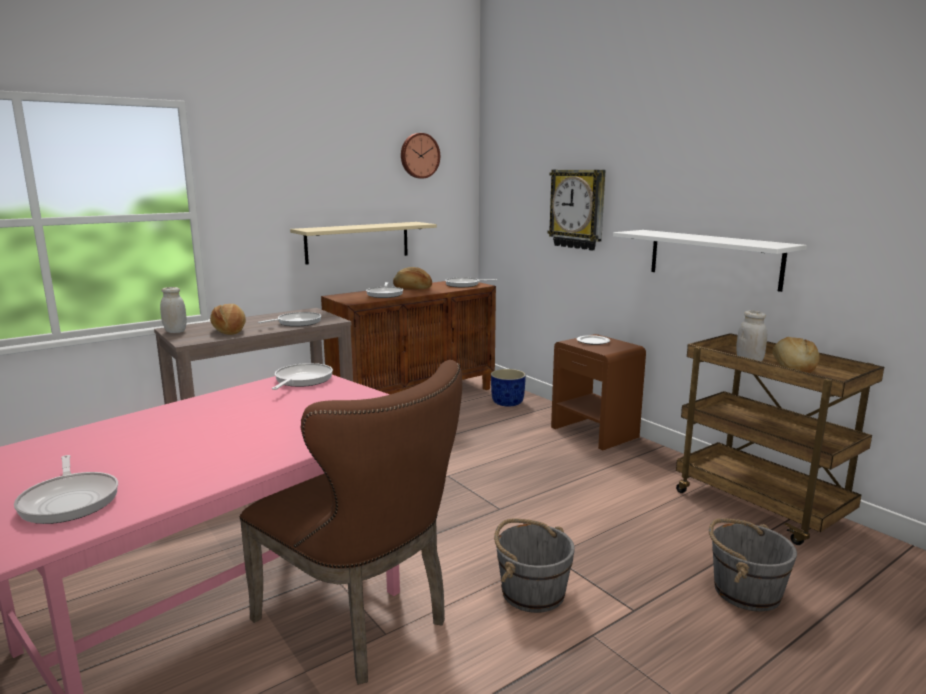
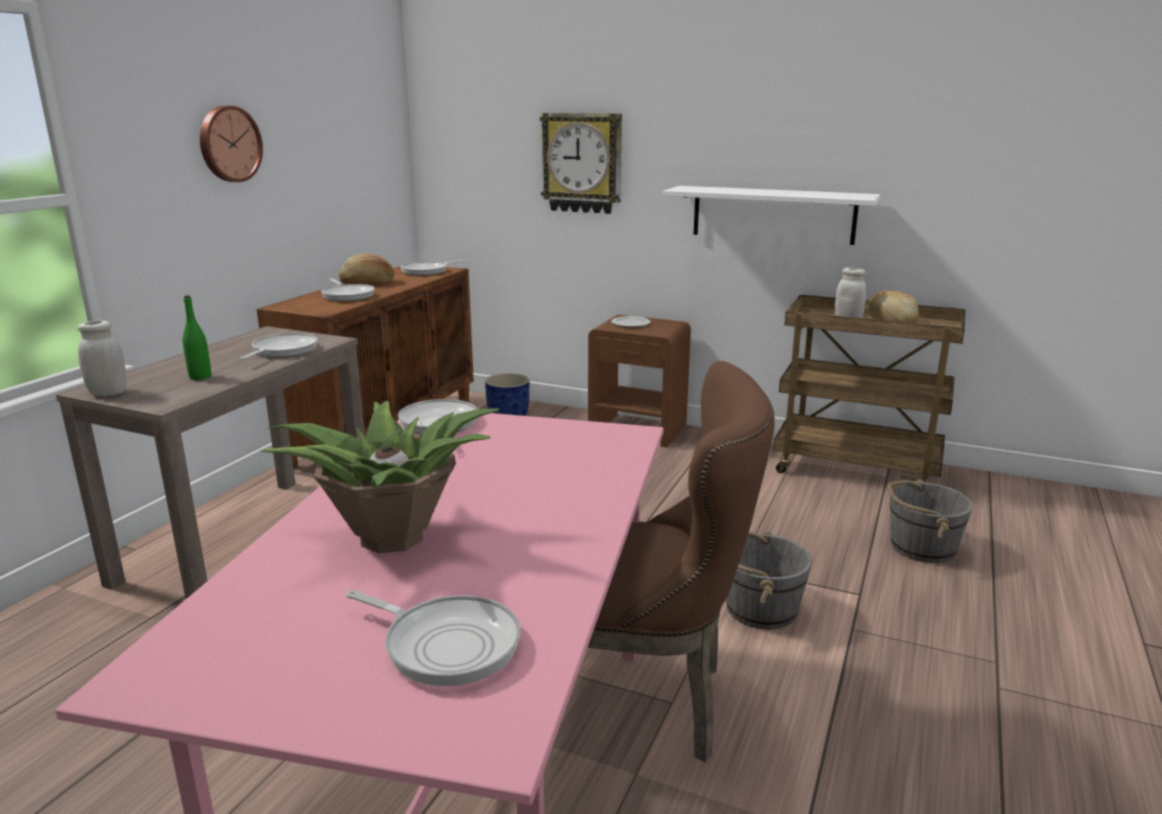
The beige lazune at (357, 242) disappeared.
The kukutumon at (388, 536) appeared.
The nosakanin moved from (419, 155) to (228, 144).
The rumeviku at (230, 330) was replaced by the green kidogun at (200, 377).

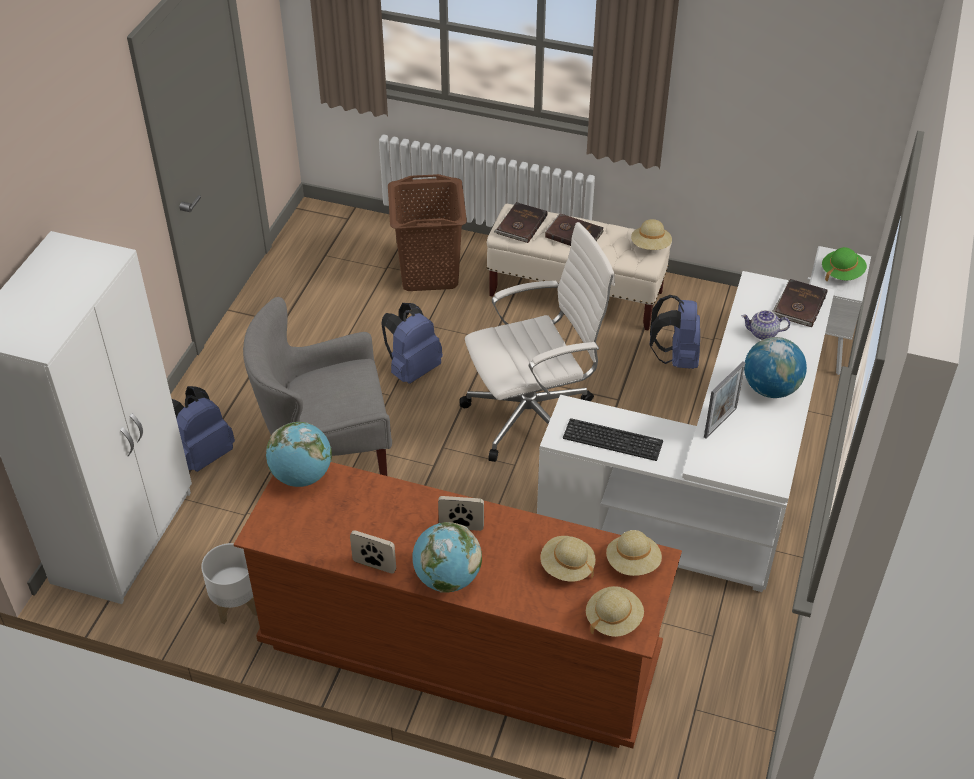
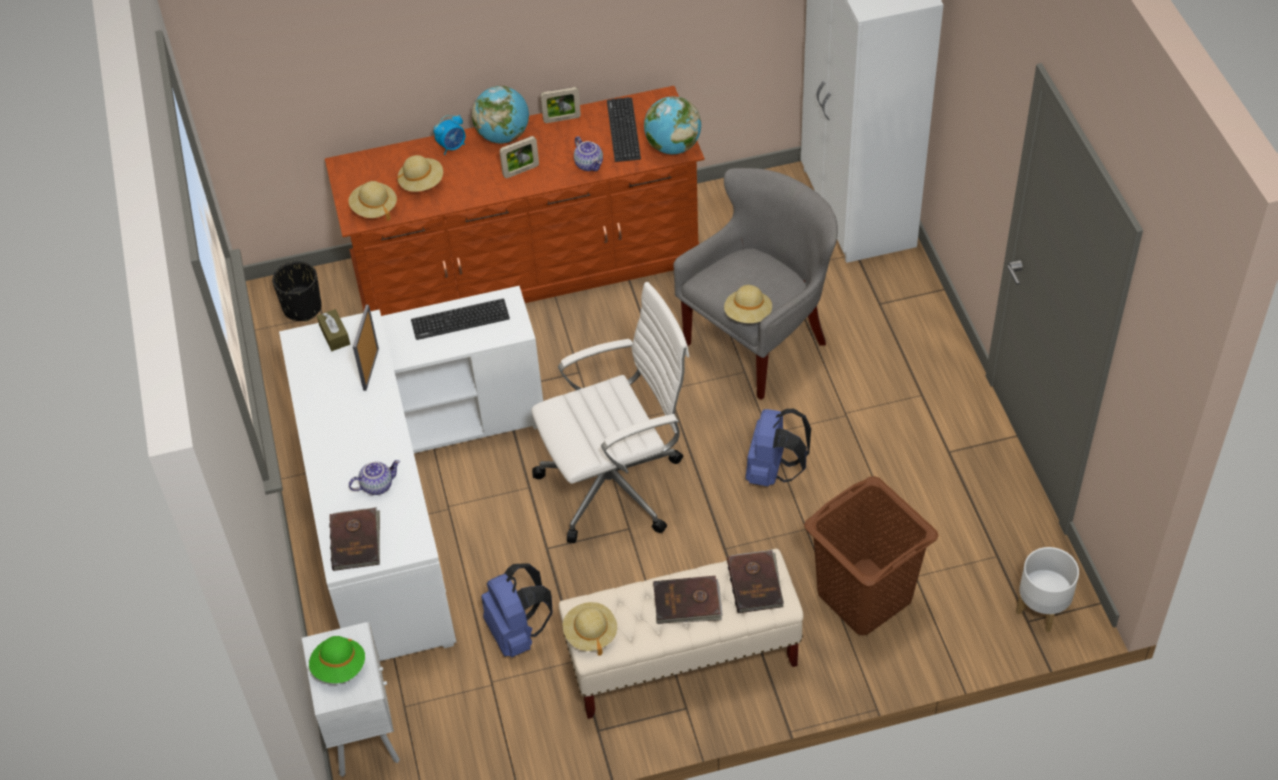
The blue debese at (203, 454) disappeared.
The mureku at (770, 388) disappeared.
The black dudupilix at (302, 308) appeared.
The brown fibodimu at (334, 335) appeared.
The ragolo at (452, 147) appeared.
The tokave at (589, 164) appeared.
The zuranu at (623, 130) appeared.
The white dudupilix moved from (236, 605) to (1042, 609).
The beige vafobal moved from (613, 619) to (748, 314).
The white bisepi at (533, 416) turned 150 degrees counterclockwise.

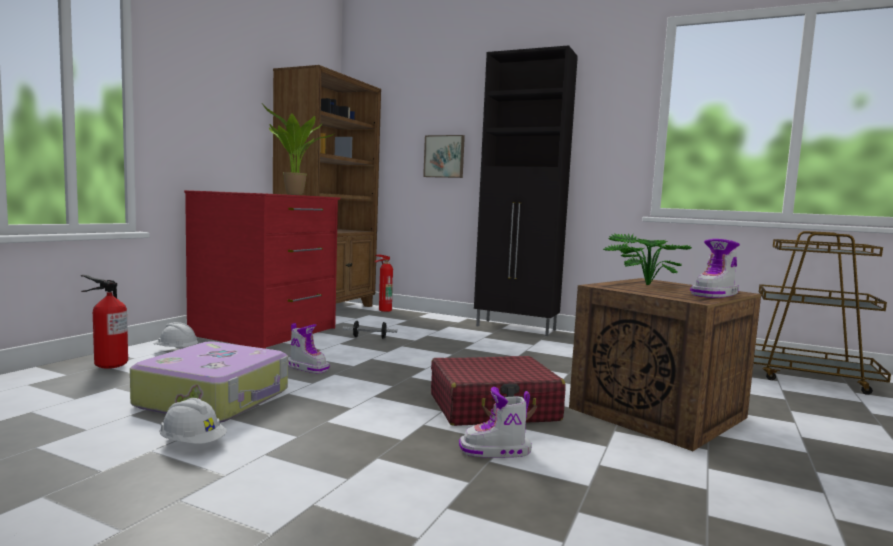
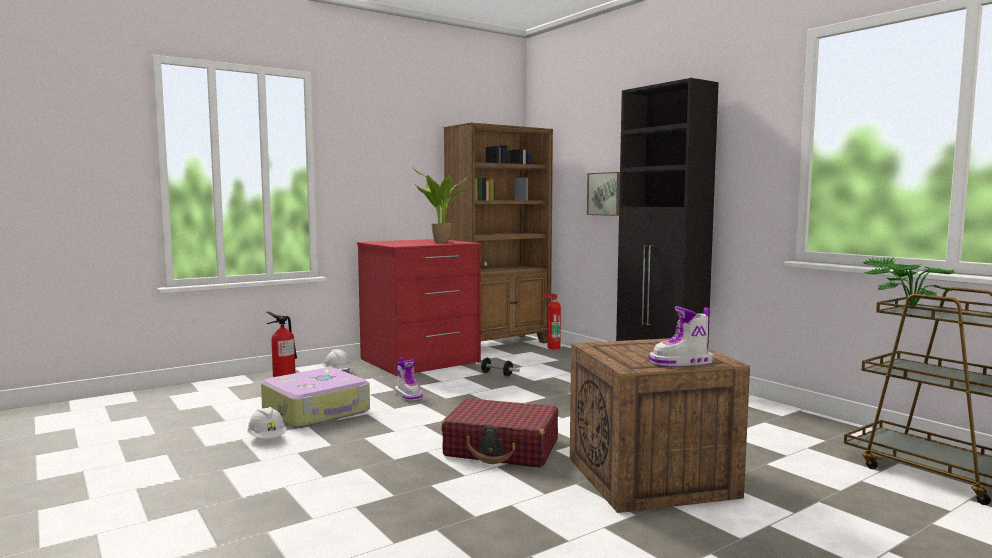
The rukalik at (495, 451) disappeared.
The kukutumon moved from (642, 285) to (905, 308).

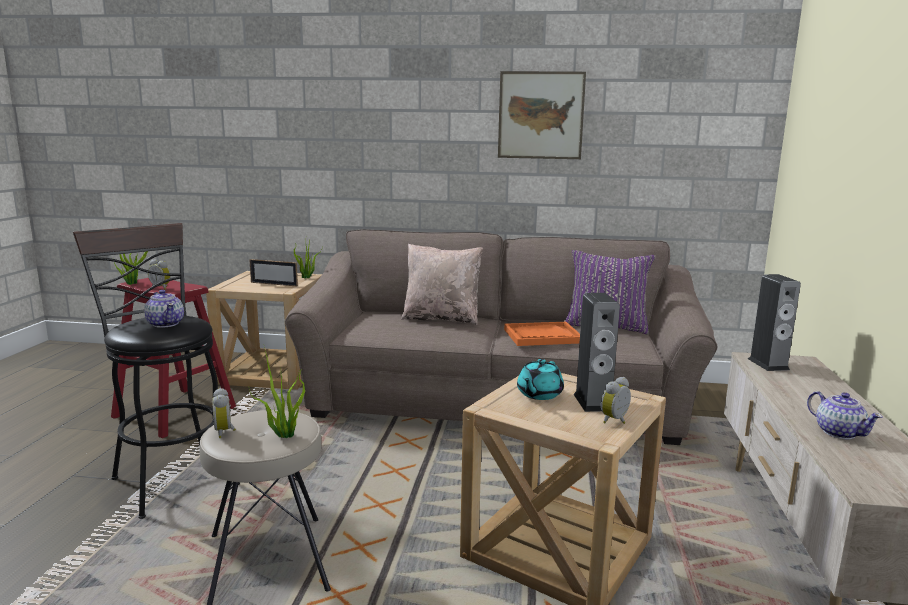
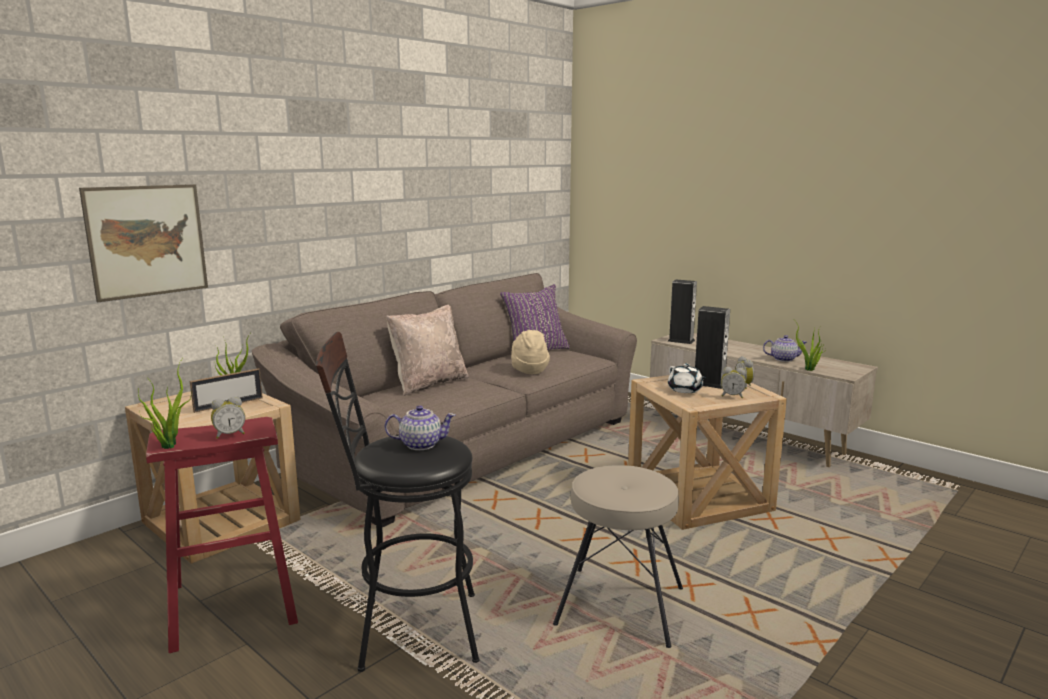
The ragolo moved from (225, 431) to (732, 396).
The kukutumon moved from (283, 435) to (809, 370).
The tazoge moved from (541, 115) to (147, 241).
The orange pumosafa at (542, 336) was replaced by the beige vafobal at (529, 370).
The turquoise tokave at (539, 394) became the white tokave at (685, 390).

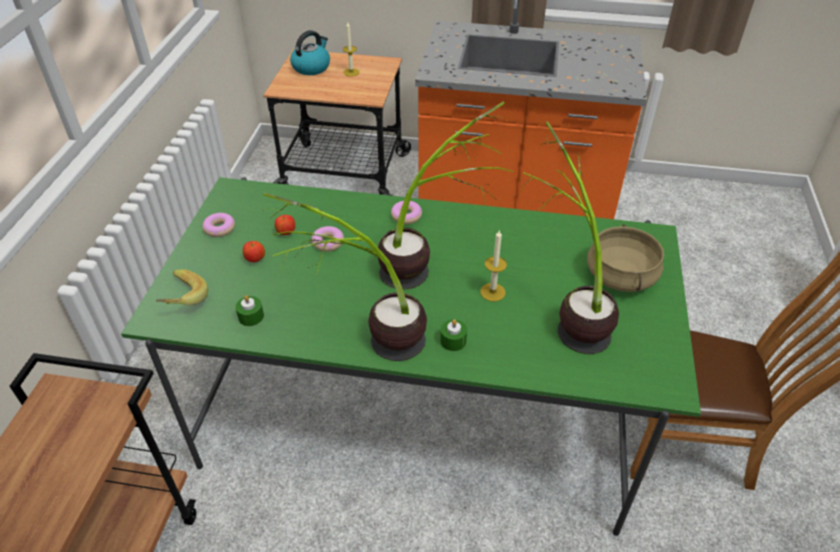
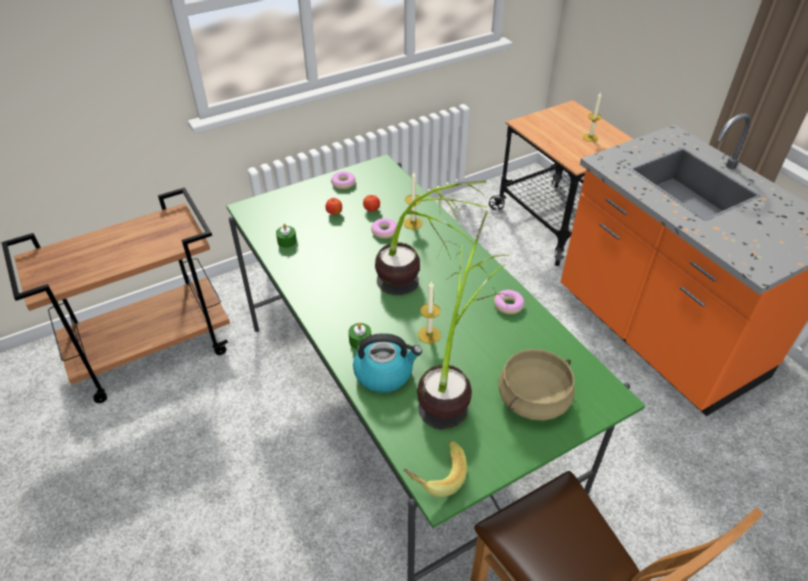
The kukutumon at (364, 340) disappeared.
The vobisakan at (413, 223) appeared.
The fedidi moved from (181, 300) to (434, 475).
The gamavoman moved from (311, 67) to (384, 373).
The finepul moved from (406, 216) to (508, 305).

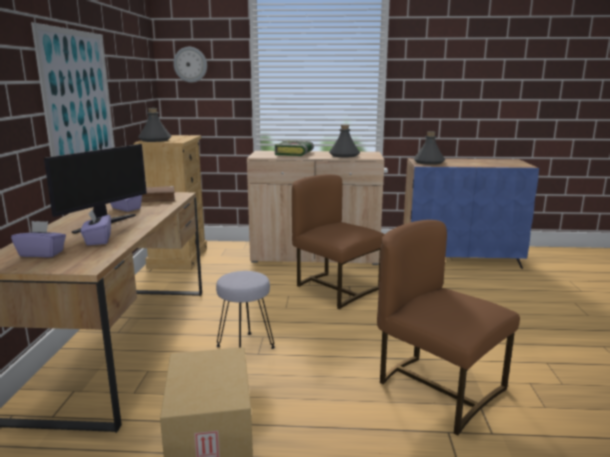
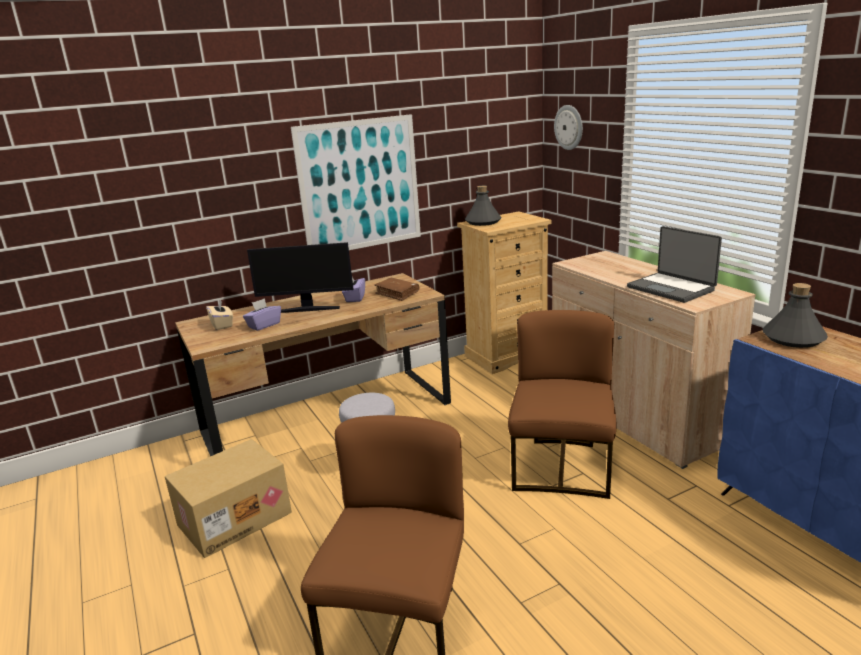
The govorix at (294, 154) disappeared.
The grey kidogun at (344, 155) was replaced by the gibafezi at (671, 288).
The purple fibodimu at (42, 253) became the beige fibodimu at (222, 325).

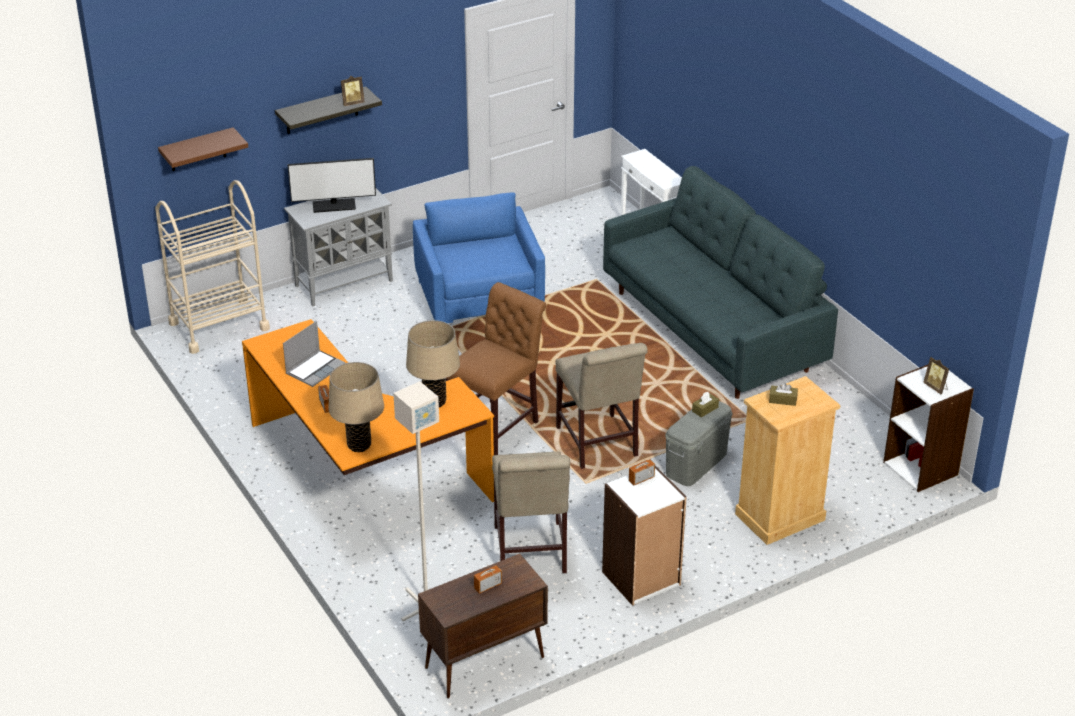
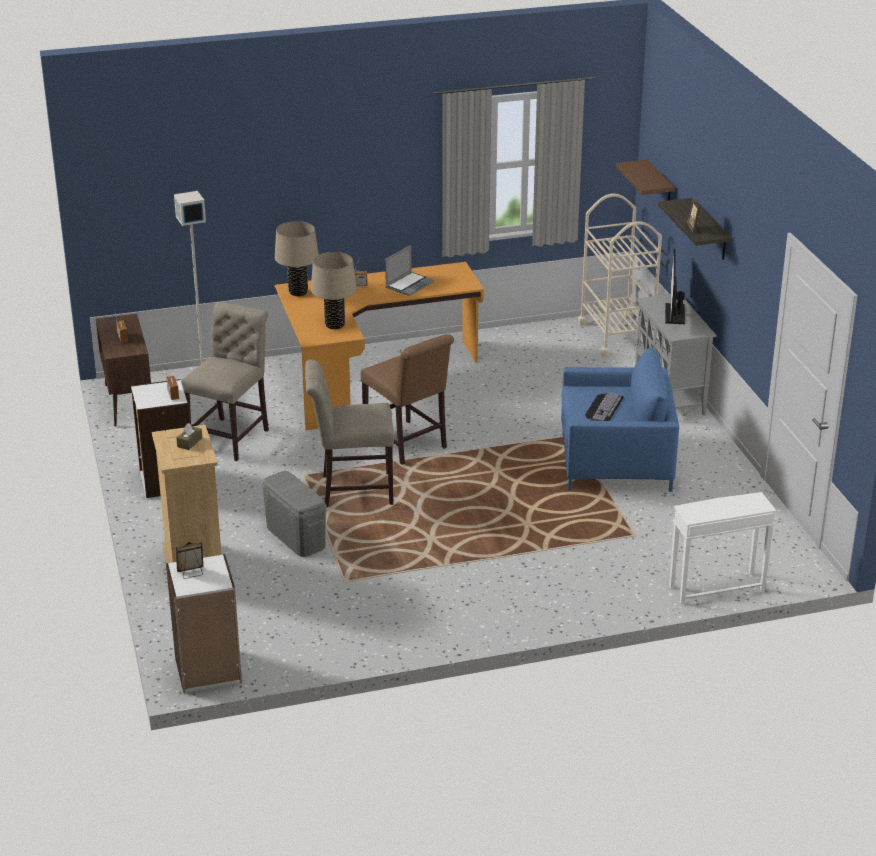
The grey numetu at (712, 330) disappeared.
The brown fibodimu at (705, 409) disappeared.
The zuranu at (603, 407) appeared.
The gibafezi at (315, 369) turned 105 degrees counterclockwise.
The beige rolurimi at (530, 553) turned 105 degrees clockwise.

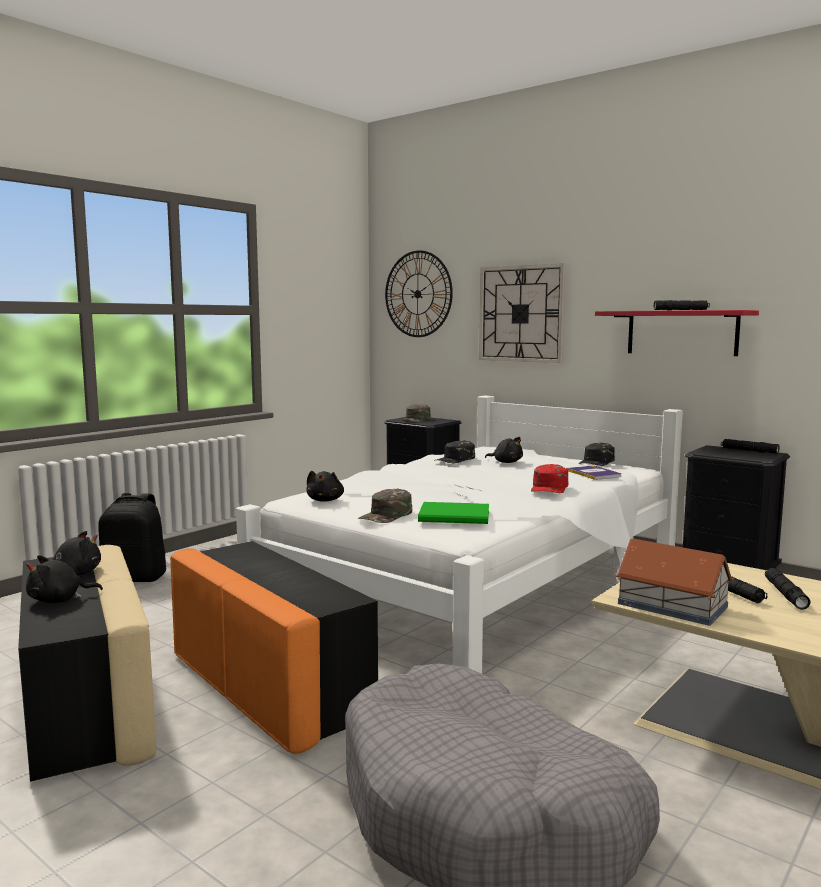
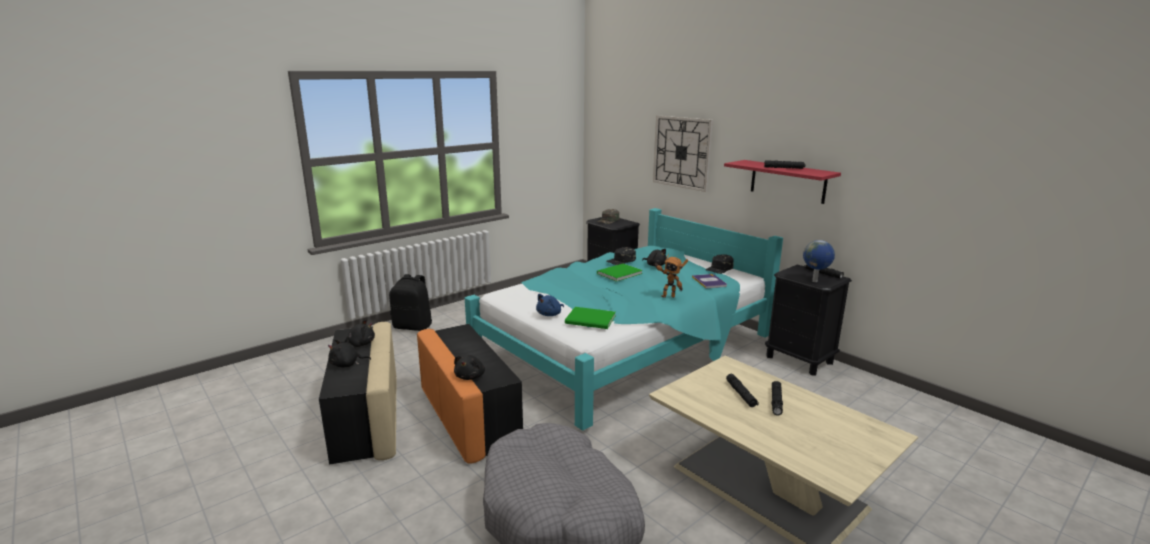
The nosakanin at (418, 294) disappeared.
The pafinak at (671, 605) disappeared.
The green govorix at (618, 273) appeared.
The mureku at (815, 281) appeared.
The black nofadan moved from (325, 500) to (470, 376).
The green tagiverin at (386, 515) was replaced by the blue nofadan at (550, 314).
The red tagiverin at (549, 488) was replaced by the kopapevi at (668, 296).
The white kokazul at (475, 582) became the turquoise kokazul at (623, 347).

